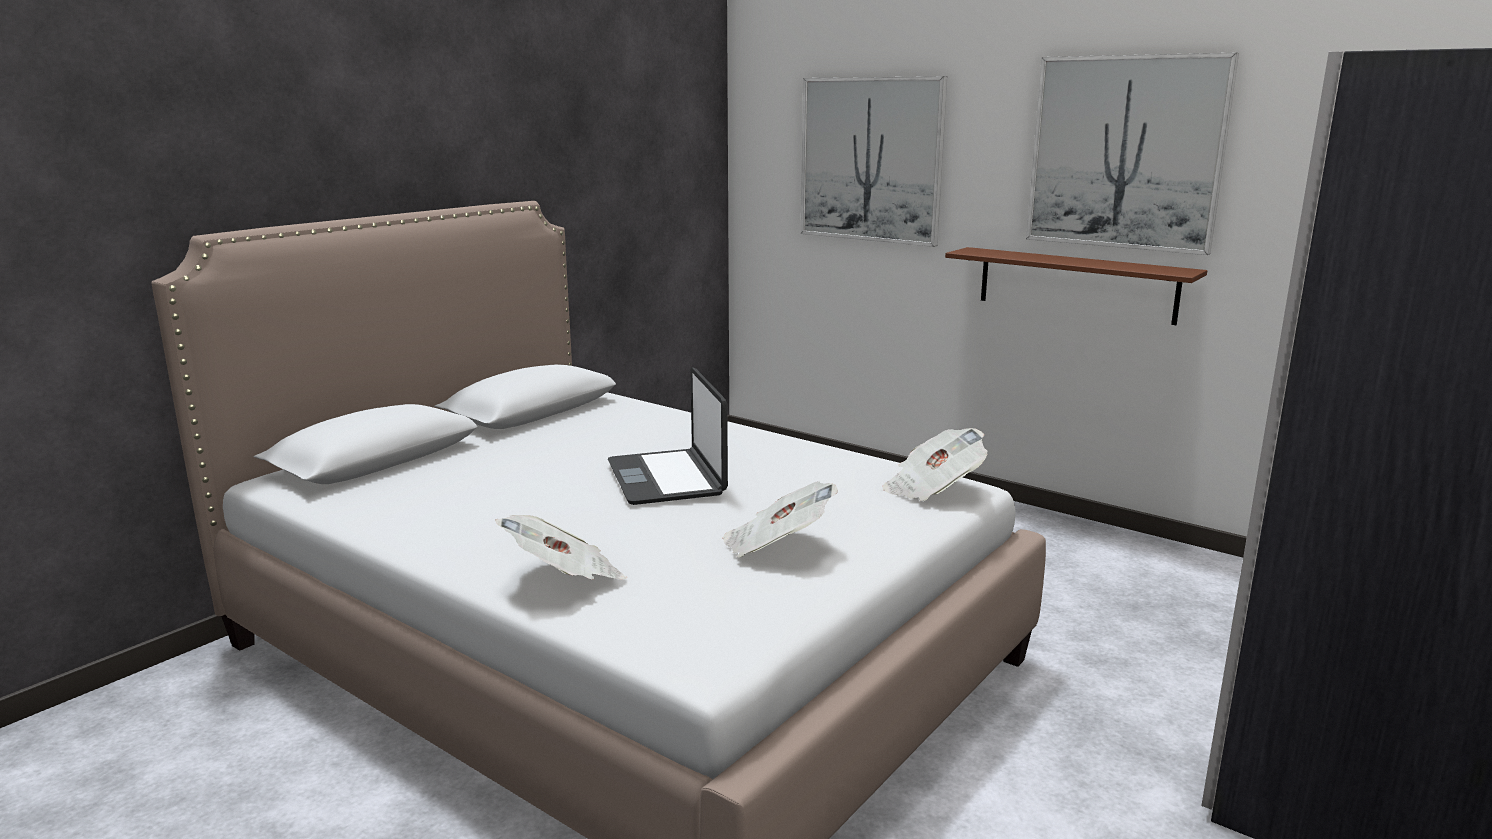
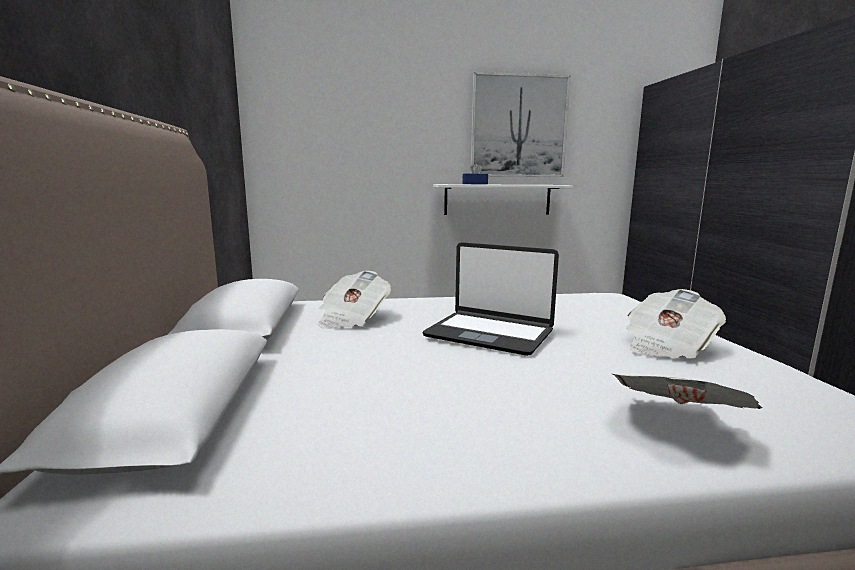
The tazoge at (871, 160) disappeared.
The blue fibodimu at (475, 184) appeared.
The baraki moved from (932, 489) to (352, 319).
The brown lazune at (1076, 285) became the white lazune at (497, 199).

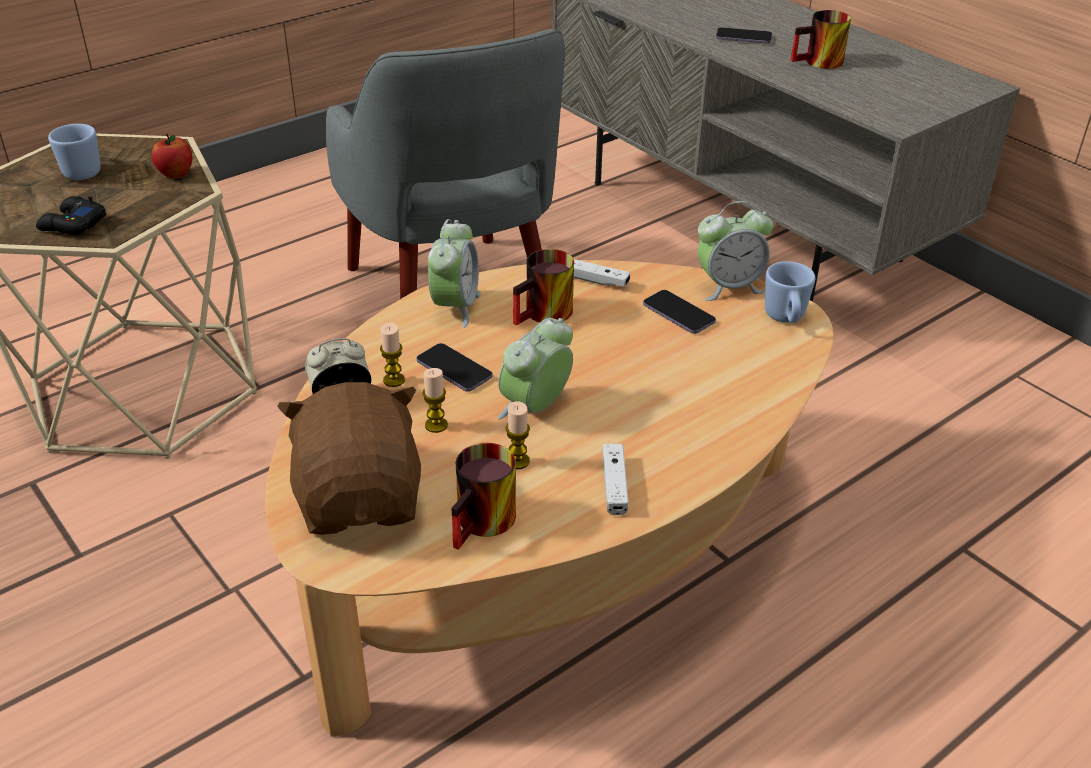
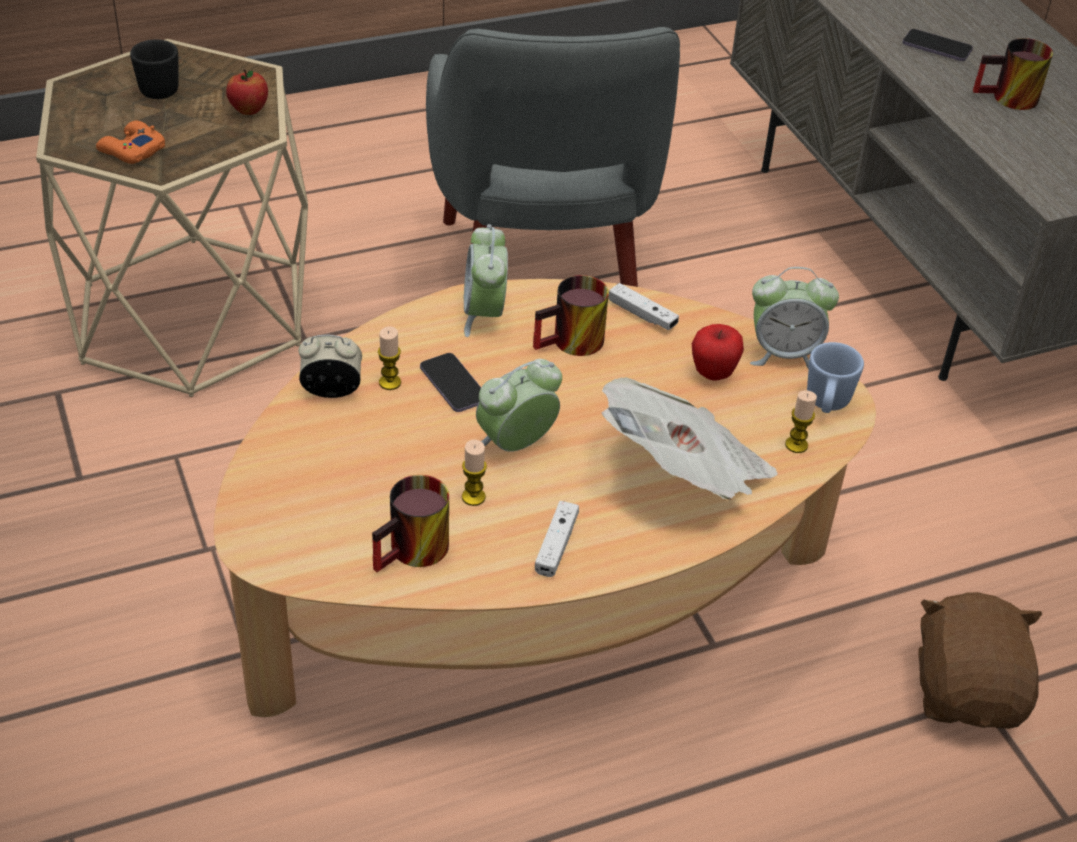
The baraki at (685, 474) appeared.
The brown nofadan moved from (361, 499) to (967, 692).
The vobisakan moved from (436, 425) to (796, 445).
The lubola at (678, 314) was replaced by the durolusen at (713, 373).
The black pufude at (72, 224) became the orange pufude at (131, 150).
The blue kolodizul at (81, 170) became the black kolodizul at (159, 87).
The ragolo at (455, 307) turned 150 degrees clockwise.

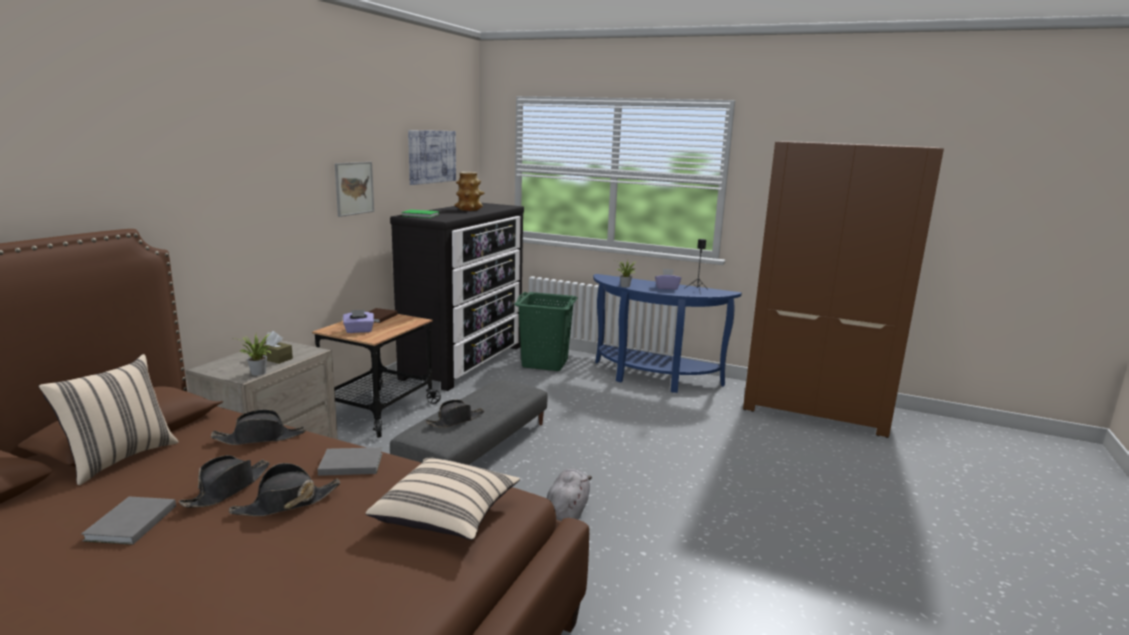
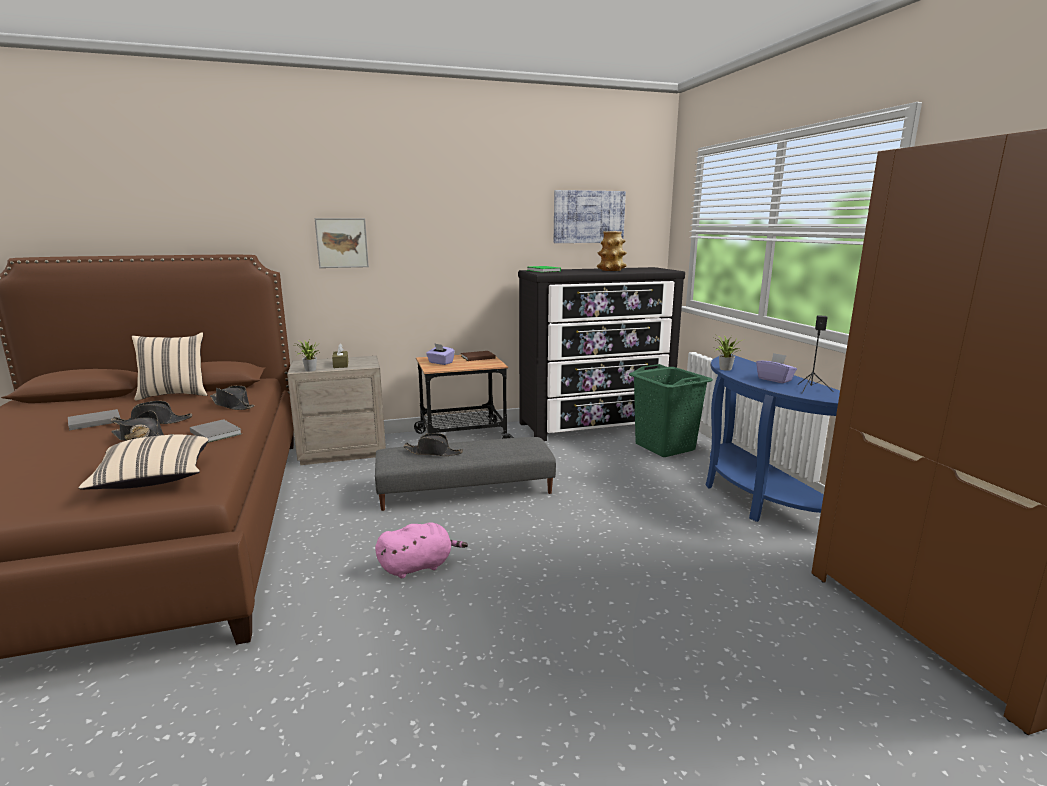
The tazoge moved from (354, 188) to (342, 243).
The grey nofadan at (567, 513) became the pink nofadan at (419, 566).

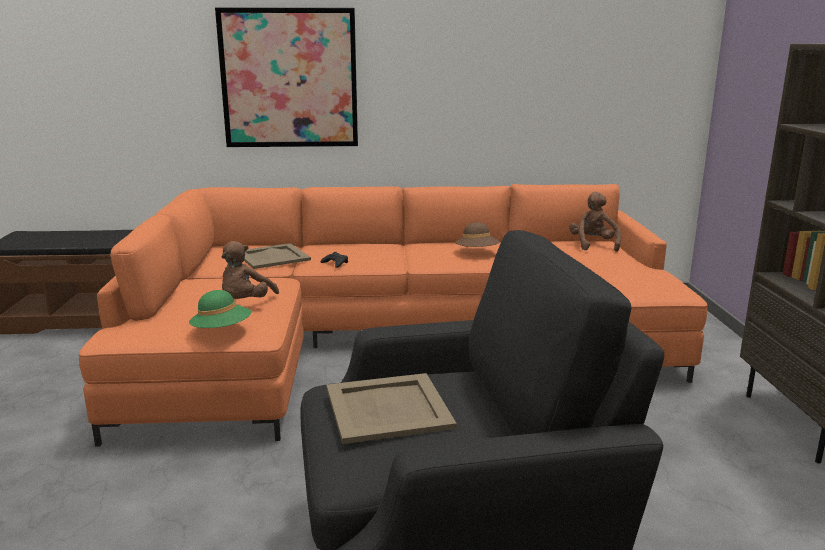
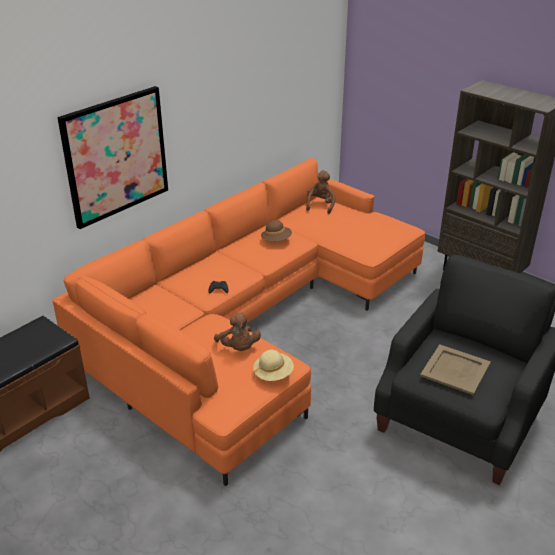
The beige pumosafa at (273, 256) disappeared.
The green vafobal at (222, 331) became the beige vafobal at (273, 374).
The brown nofadan at (593, 245) turned 60 degrees clockwise.

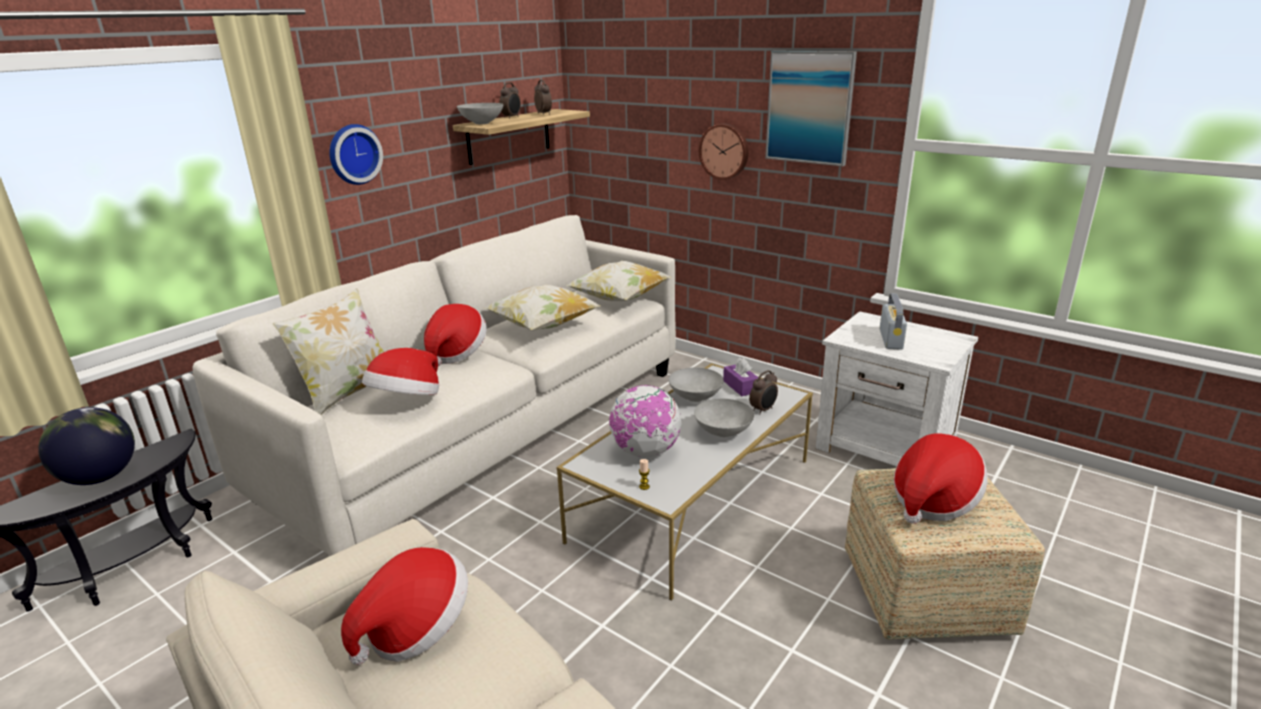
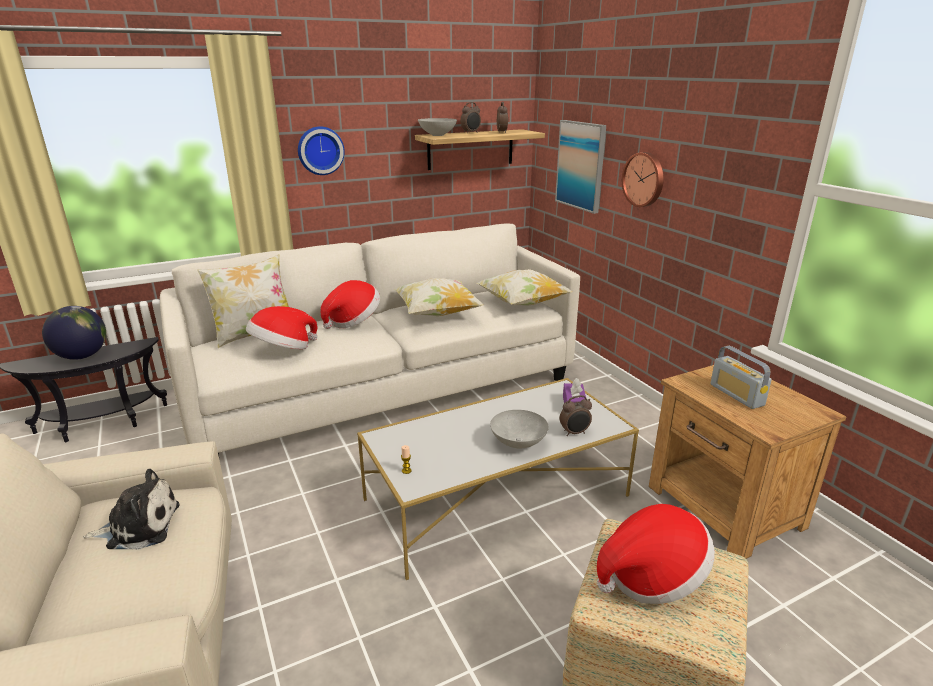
The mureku at (645, 452) disappeared.
The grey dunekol at (694, 398) disappeared.
The tazoge moved from (809, 107) to (581, 165).
The vafobal at (415, 629) was replaced by the nofadan at (139, 526).
The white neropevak at (886, 448) became the brown neropevak at (724, 508).
The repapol at (890, 339) turned 120 degrees clockwise.

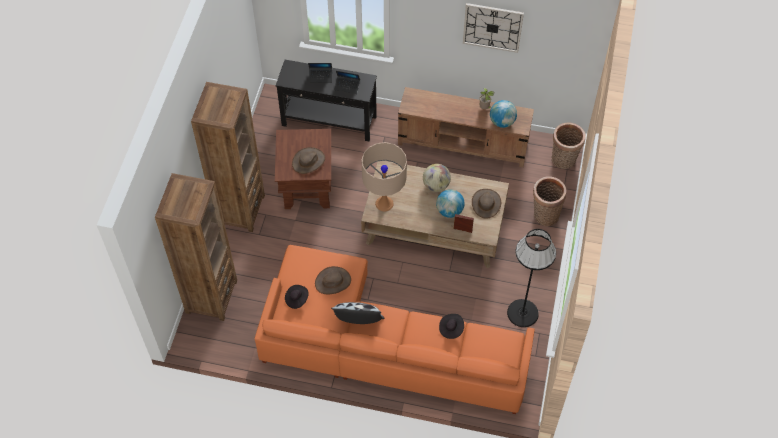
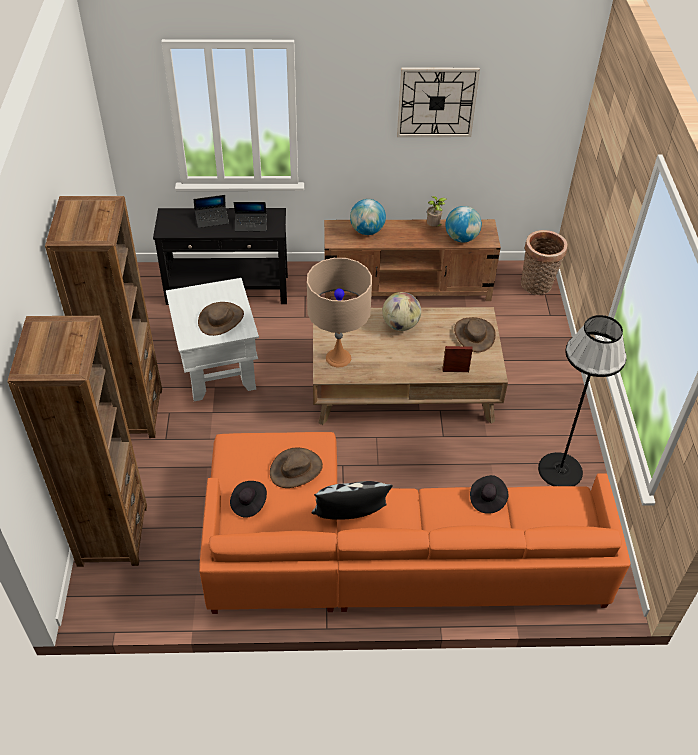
The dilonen at (544, 214) disappeared.
The mureku moved from (449, 211) to (367, 231).
The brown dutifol at (306, 188) became the white dutifol at (218, 370).

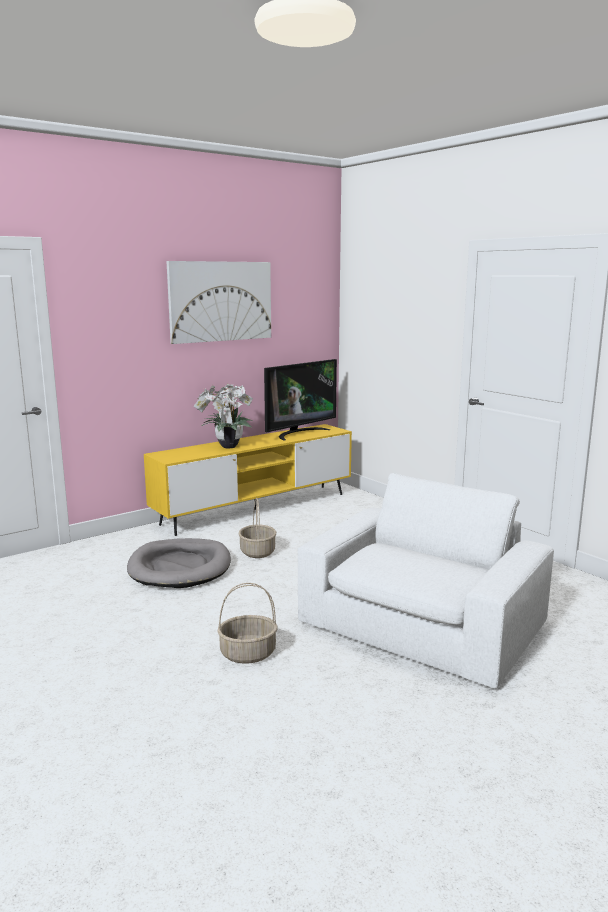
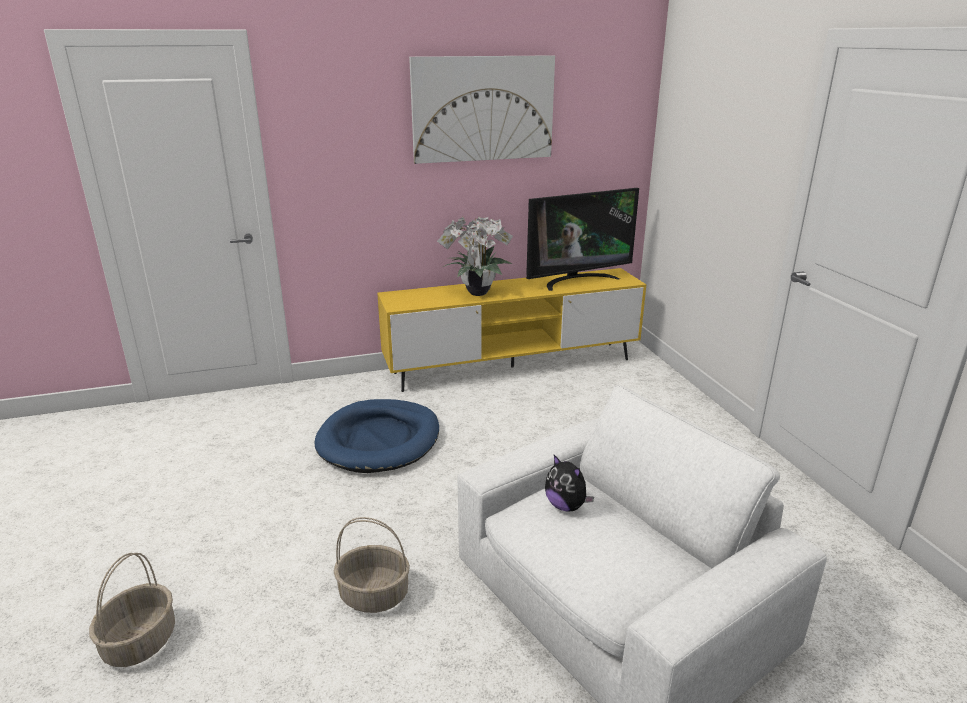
The nofadan at (566, 506) appeared.
The dilonen moved from (257, 552) to (140, 641).
The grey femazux at (180, 567) became the blue femazux at (379, 440).

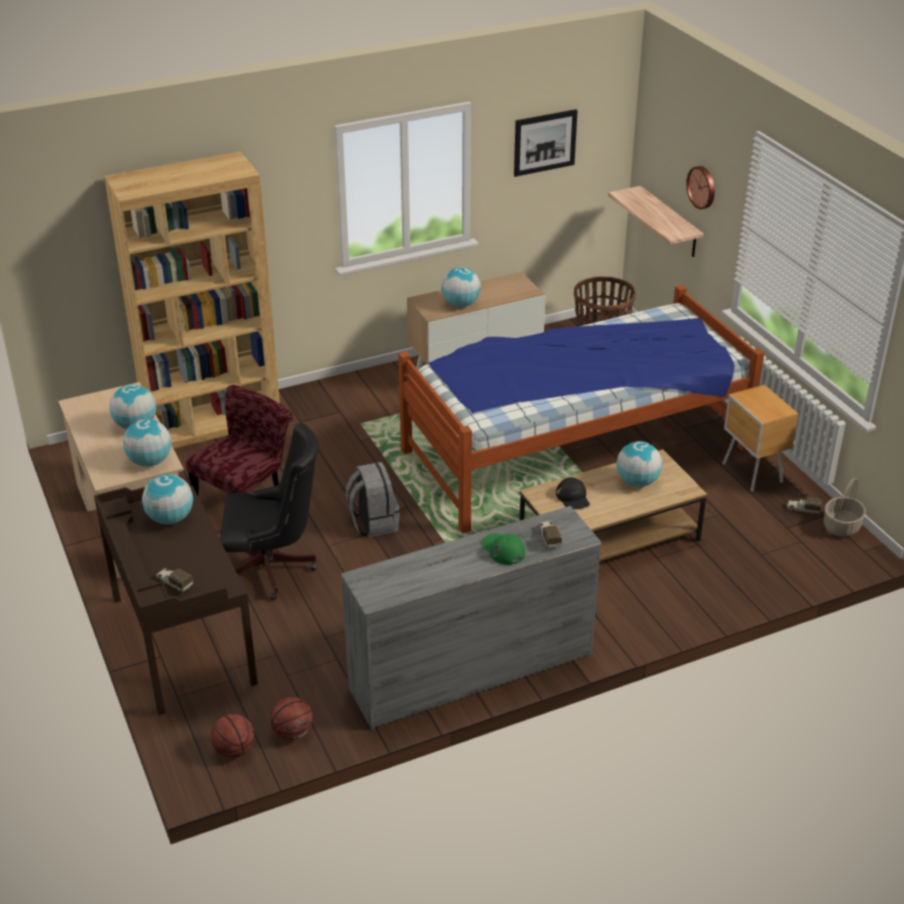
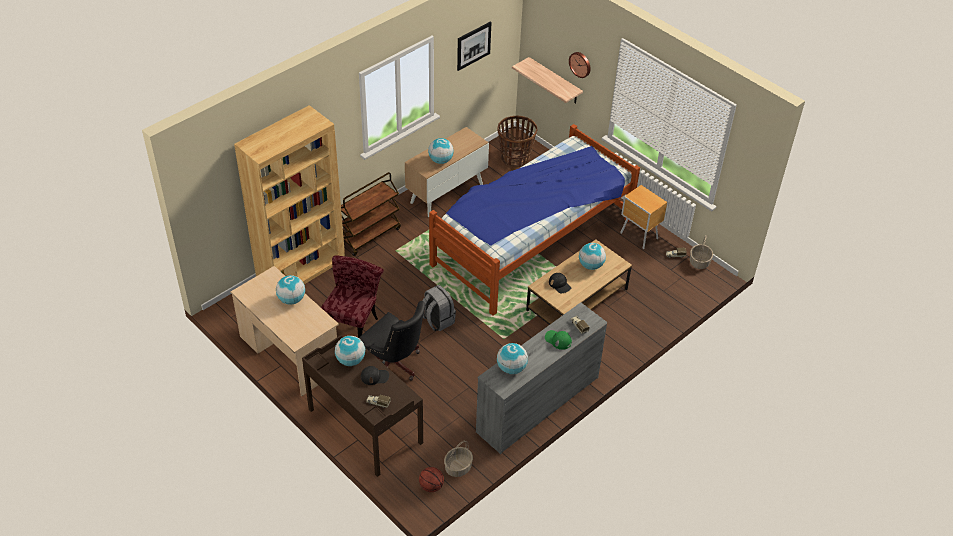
The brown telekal at (369, 235) appeared.
The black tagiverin at (375, 377) appeared.
The mureku moved from (150, 461) to (511, 368).
The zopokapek at (293, 732) was replaced by the dilonen at (458, 467).
The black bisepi at (273, 569) turned 60 degrees clockwise.

